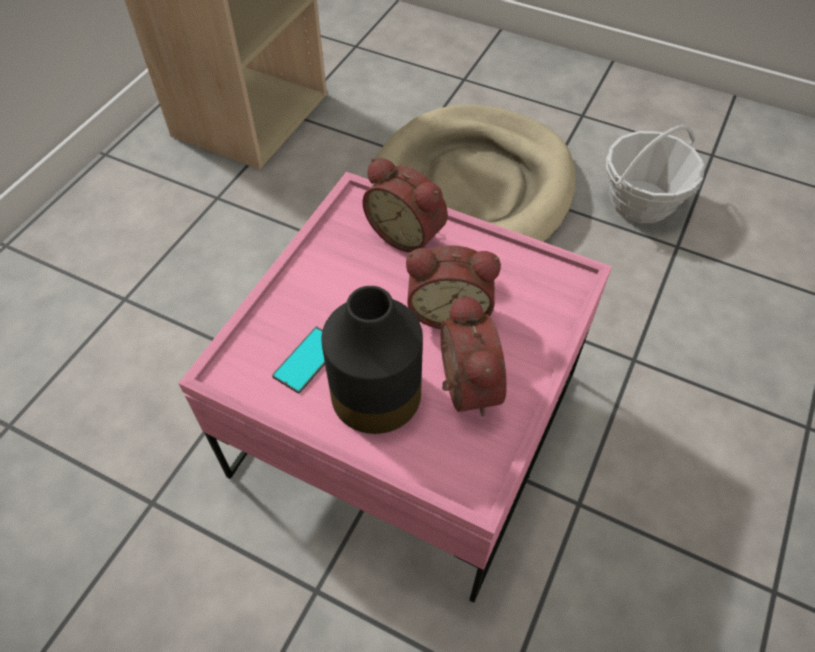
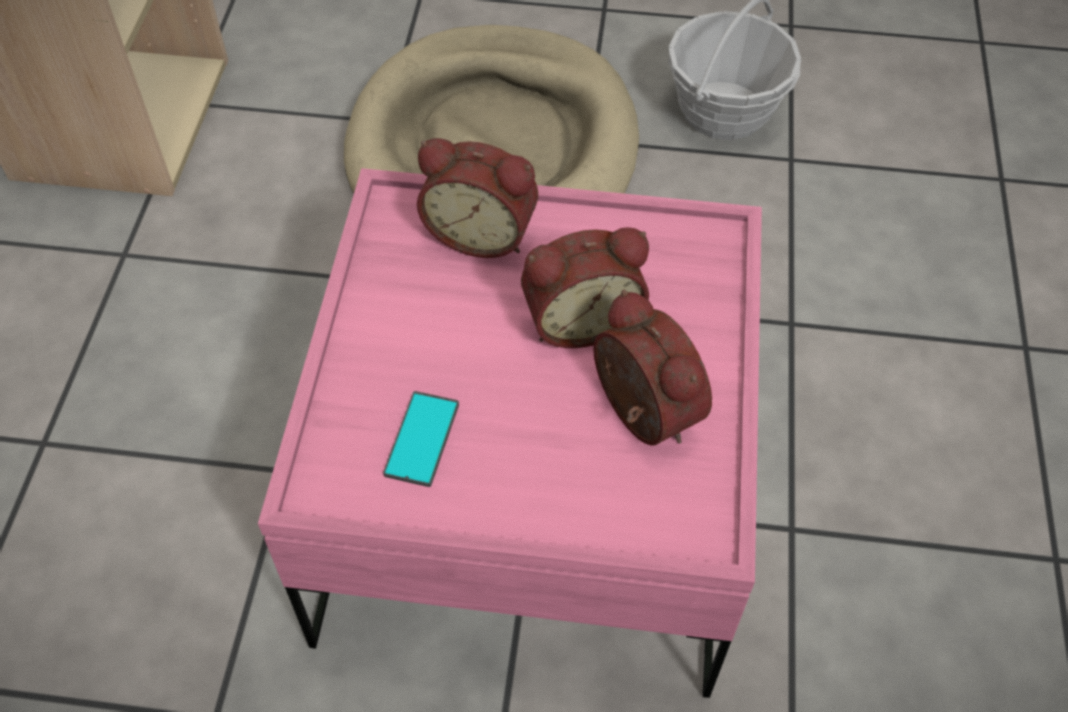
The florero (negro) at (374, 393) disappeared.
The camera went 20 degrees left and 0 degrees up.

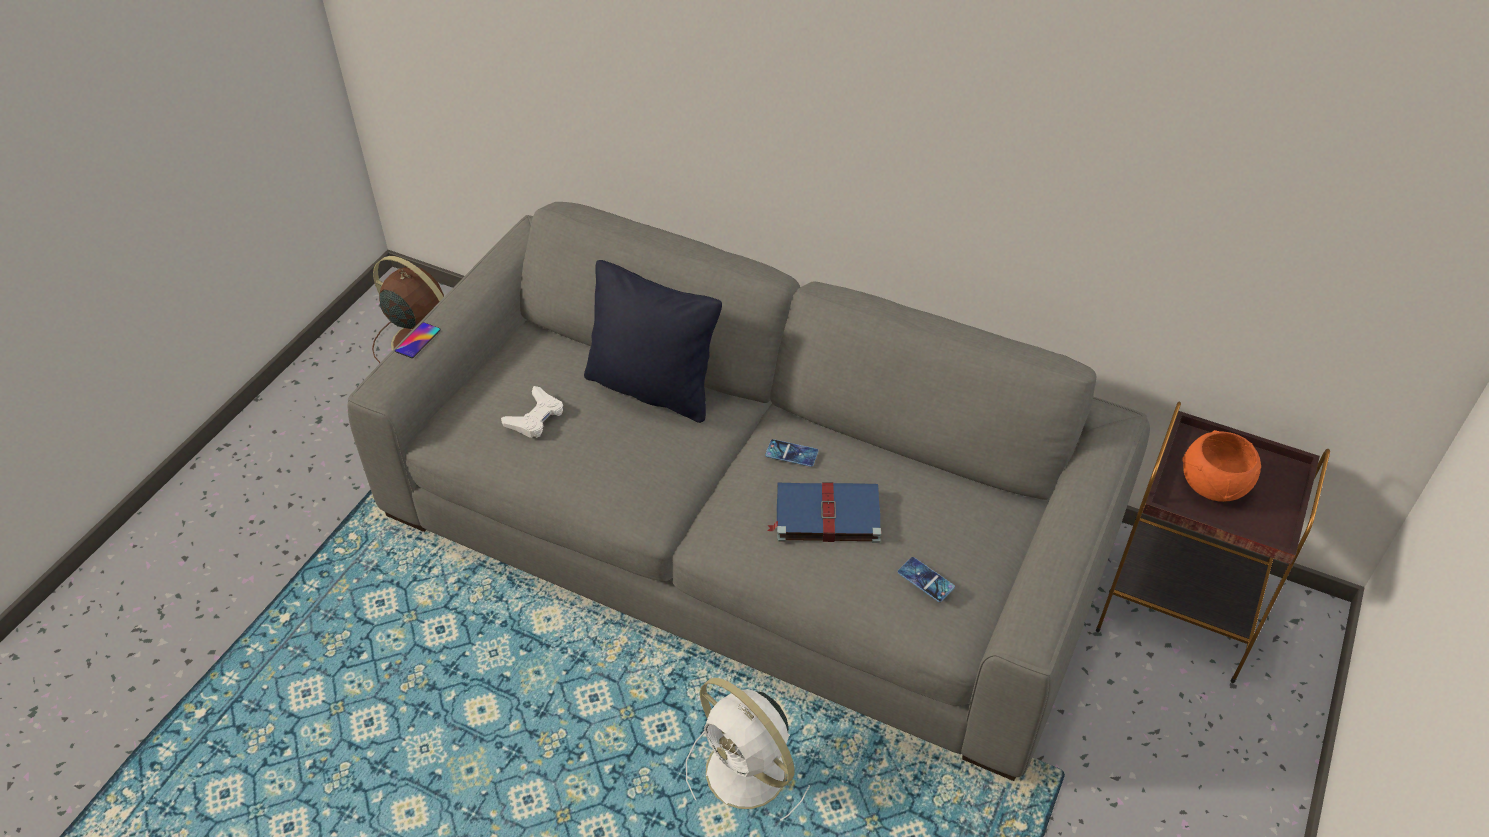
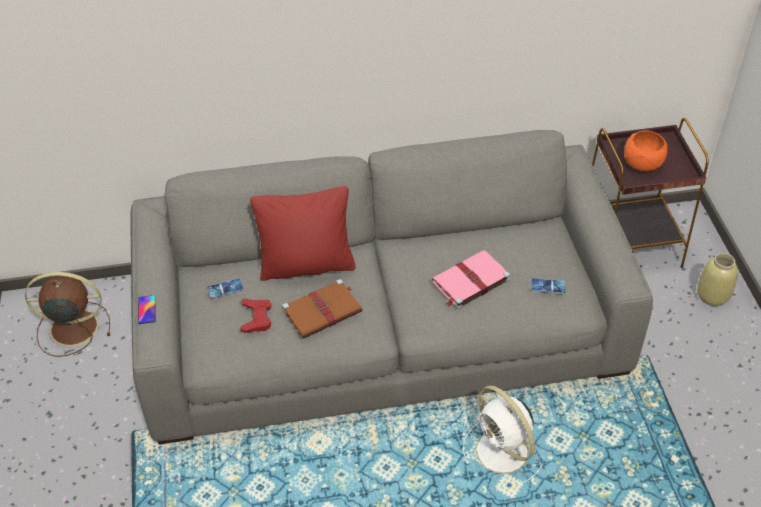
The mando de consola (blanco) at (535, 417) became the mando de consola (rojo) at (256, 318).
The cojín (negro) at (652, 388) became the cojín (rojo) at (307, 265).
The ventilador (blanco) at (749, 774) turned 45 degrees clockwise.
The móvil moved from (791, 453) to (225, 288).
The libro (azul) at (825, 515) became the libro (rosa) at (469, 281).
The libro (marrón) at (323, 310) appeared.
The florero (beis) at (711, 296) appeared.
The camera went 35 degrees left and 0 degrees up.

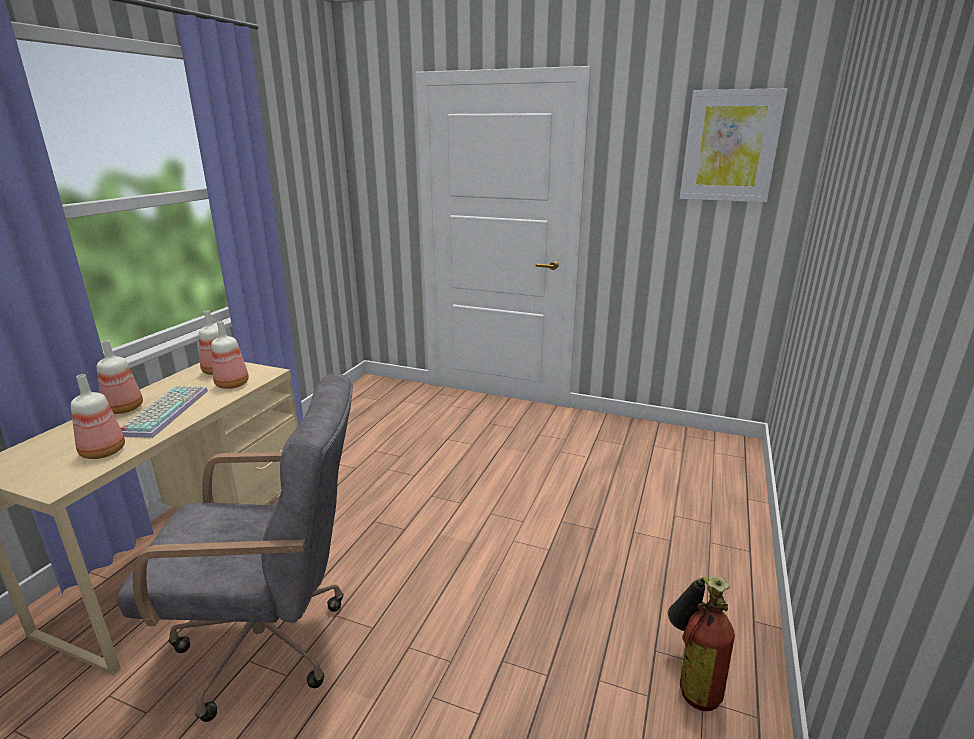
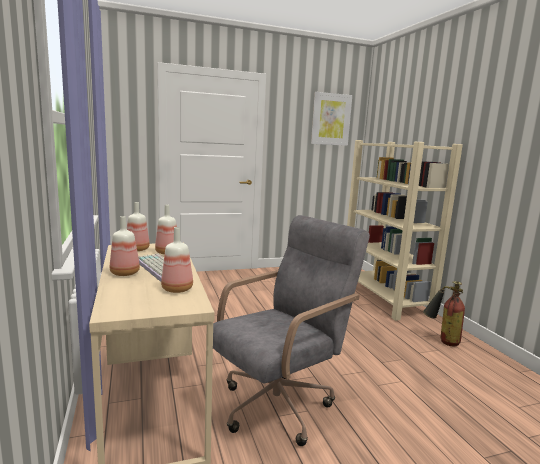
The estantería (beis) at (384, 297) appeared.
The camera went 40 degrees left and 10 degrees down.

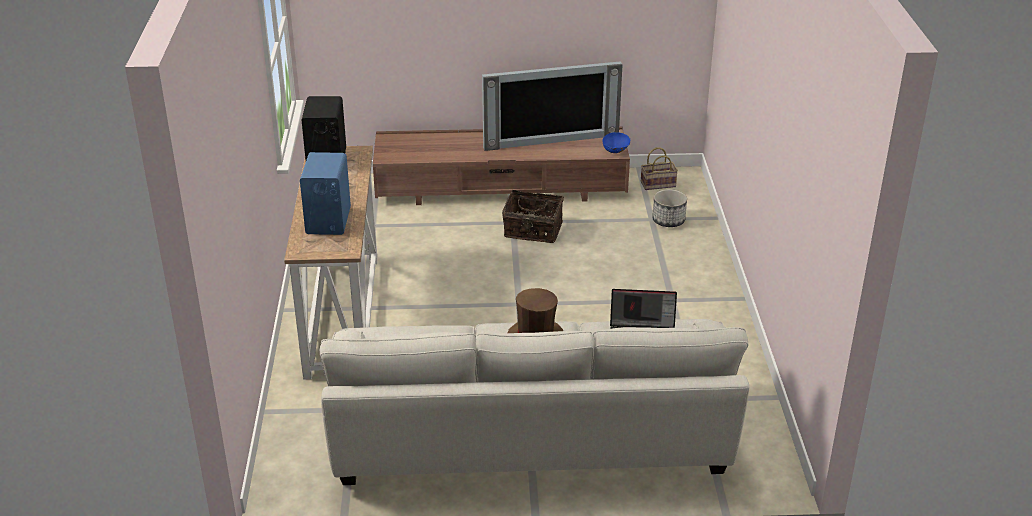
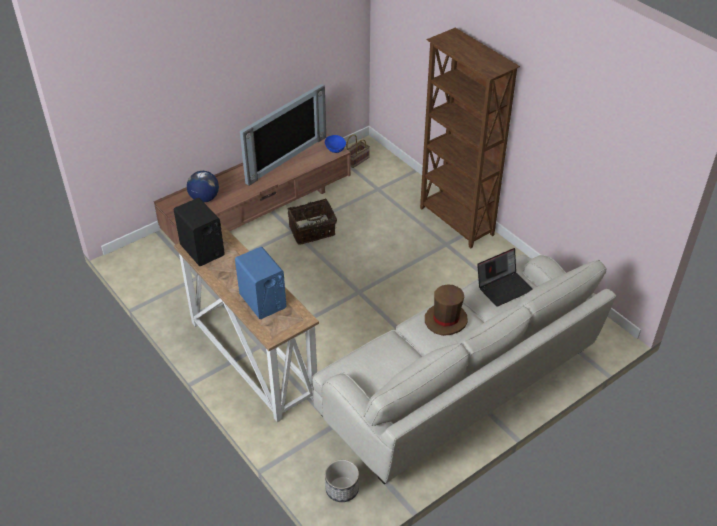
The maceta moved from (668, 221) to (342, 489).
The globo terráqueo at (204, 198) appeared.
The estantería (marrón) at (456, 222) appeared.
The camera went 35 degrees left and 10 degrees up.

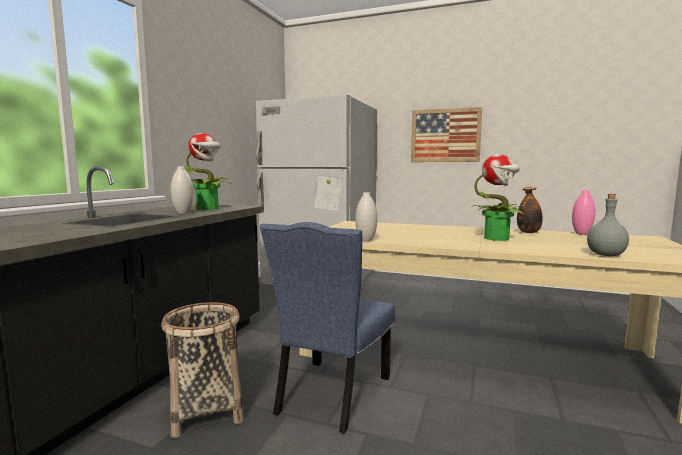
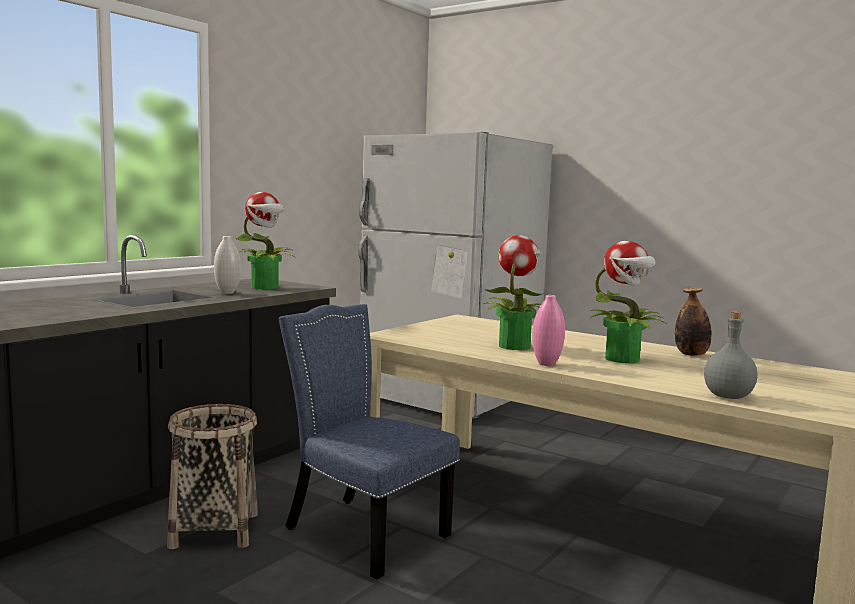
The silla (azul) at (333, 392) turned 90 degrees clockwise.
The florero (blanco) at (366, 240) disappeared.
The cuadro at (445, 135) disappeared.
The florero (rosa) moved from (581, 233) to (546, 364).
The planta en maceta at (514, 346) appeared.
The camera went 15 degrees right and 0 degrees up.

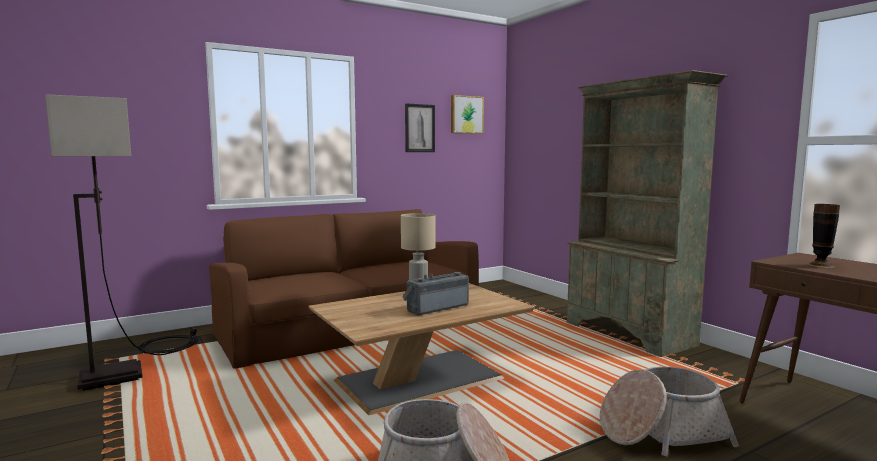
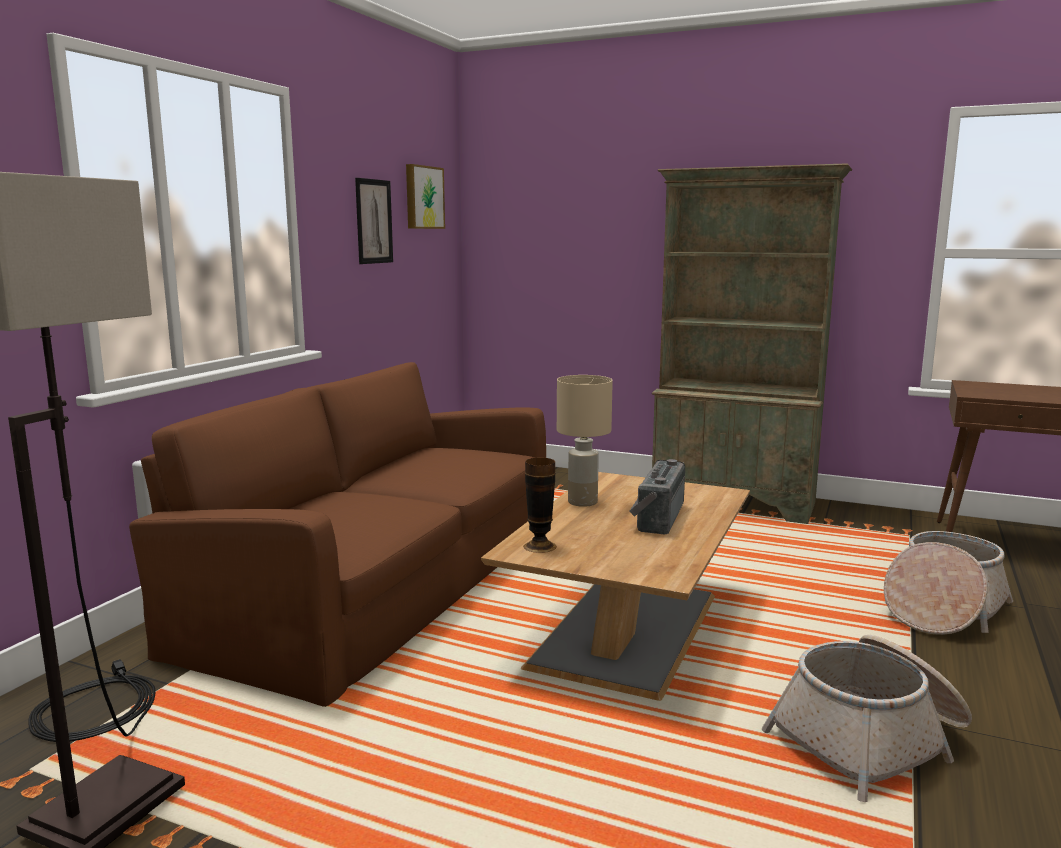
The florero moved from (820, 265) to (539, 546).
The camera went 35 degrees left and 5 degrees up.

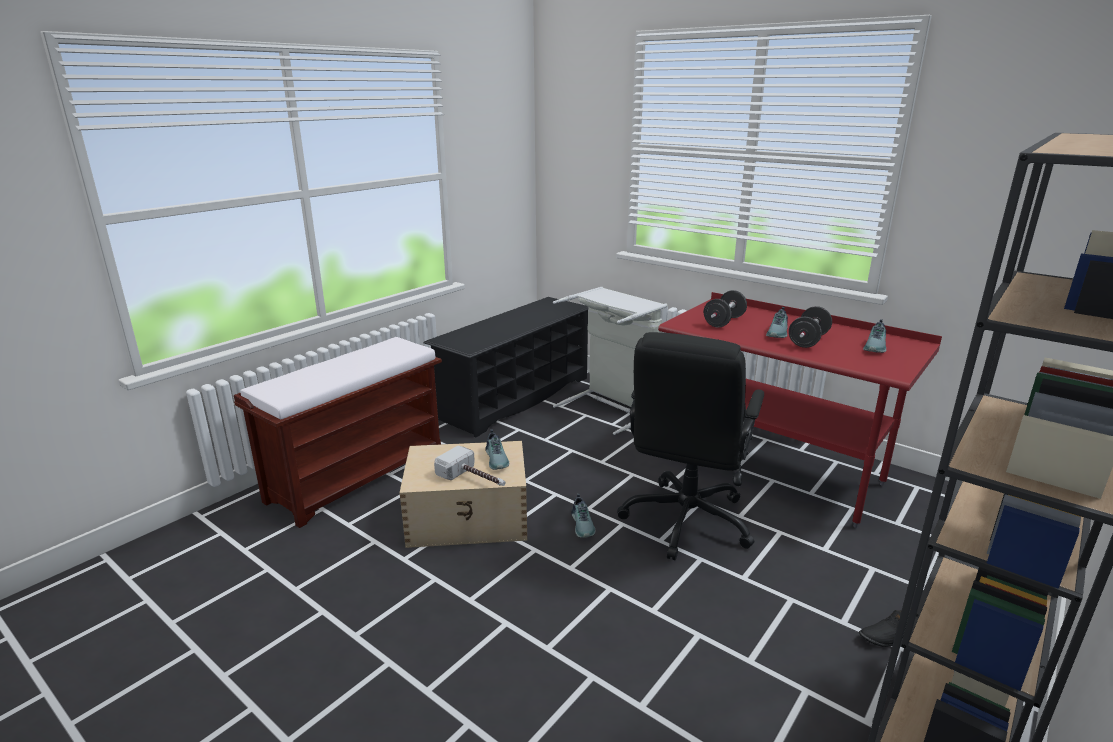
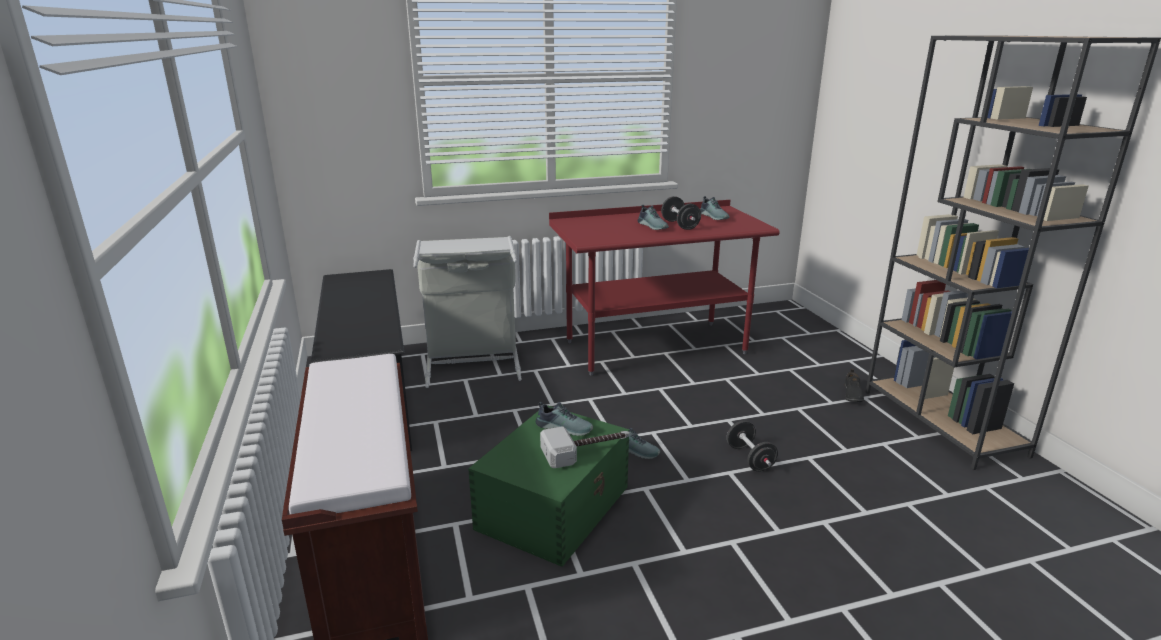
The caja de almacenaje (beis) at (469, 517) became the caja de almacenaje (verde) at (555, 506).
The silla de oficina (negro) at (685, 524) disappeared.
The mancuerna (negro) moved from (724, 322) to (750, 458).
The camera went 55 degrees left and 0 degrees up.

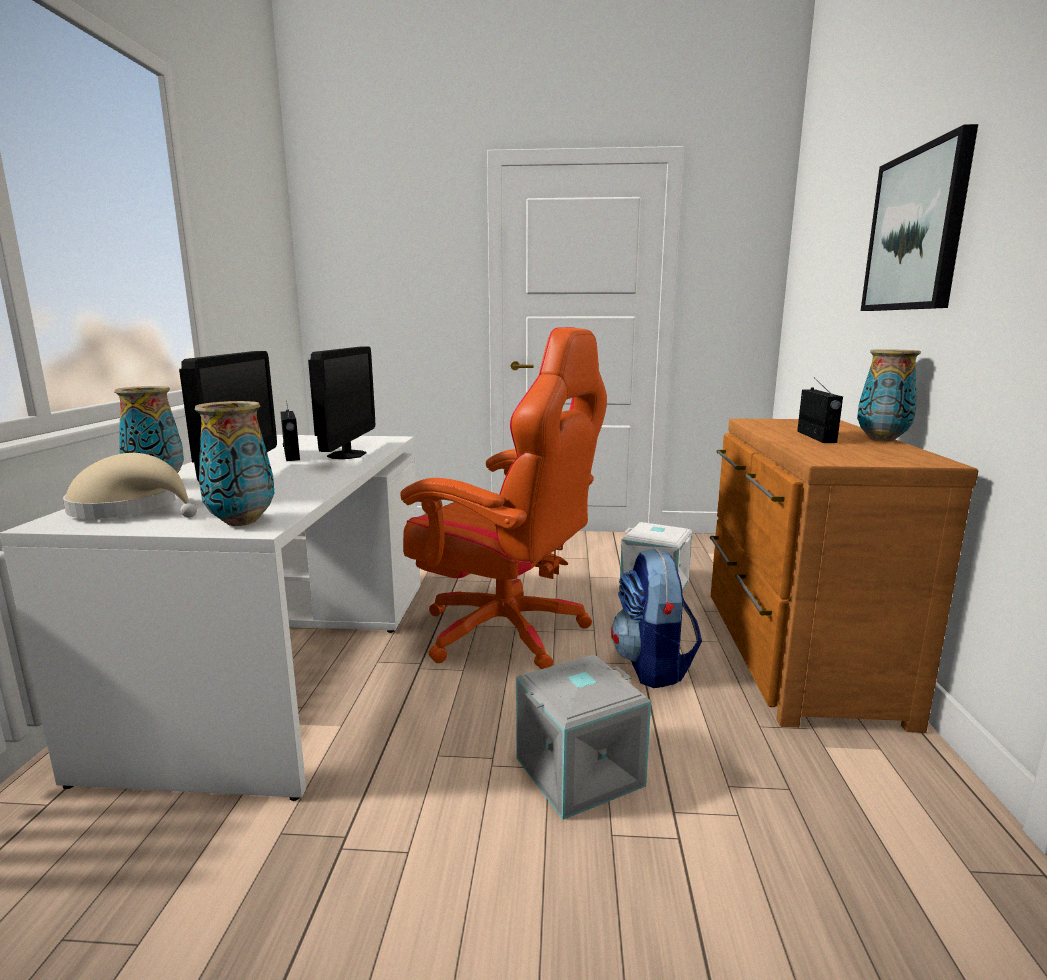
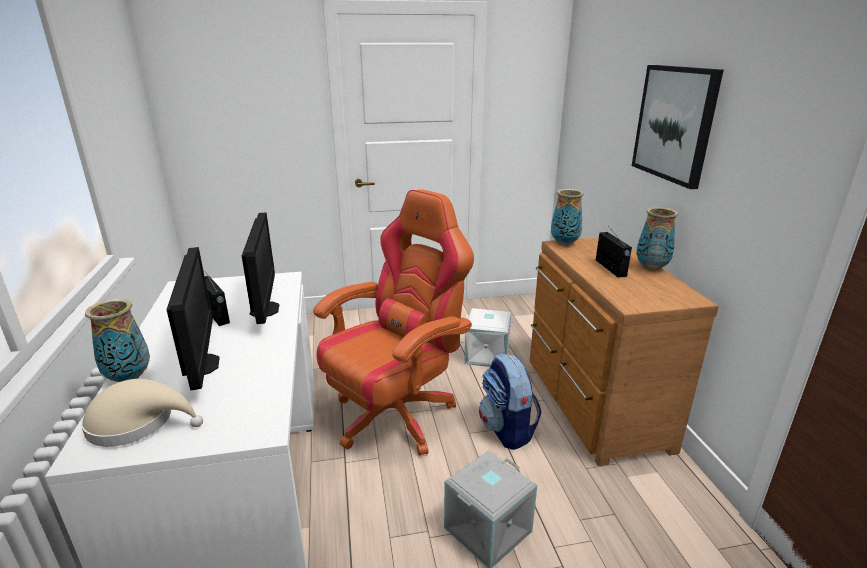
The florero moved from (242, 521) to (564, 243).
The silla de oficina (naranja) at (503, 631) turned 60 degrees counterclockwise.
The camera went 15 degrees left and 10 degrees up.

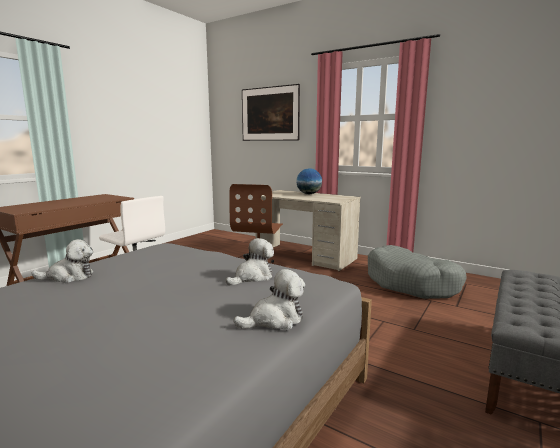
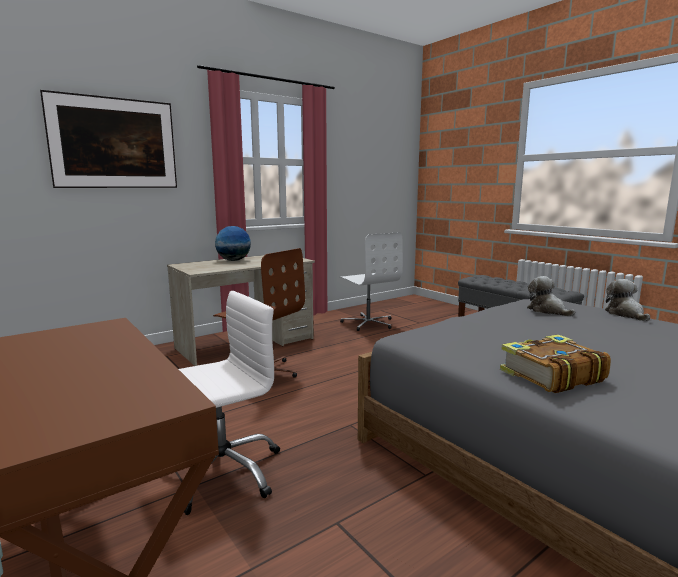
The peluche at (69, 277) was replaced by the libro at (550, 375).
The cama para perro (gris) at (412, 283) was replaced by the silla de oficina (blanco) at (368, 323).
The camera went 70 degrees left and 0 degrees up.

